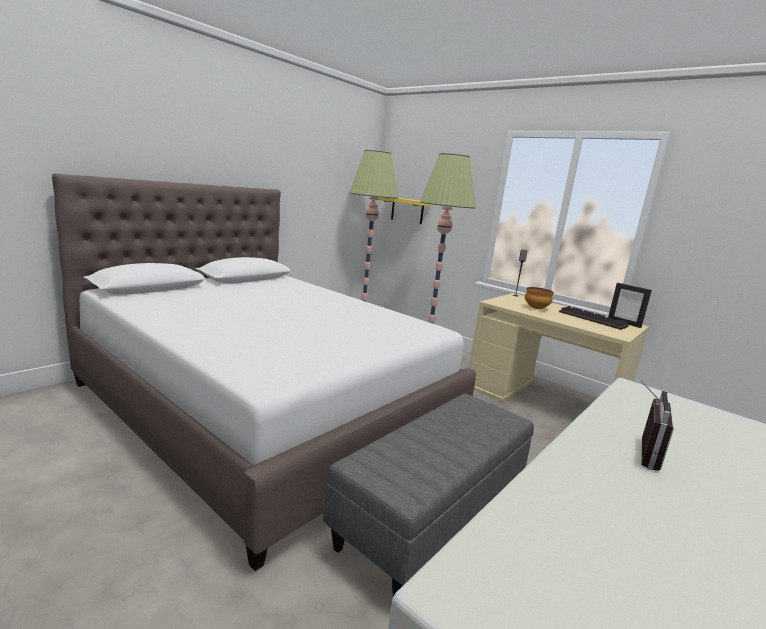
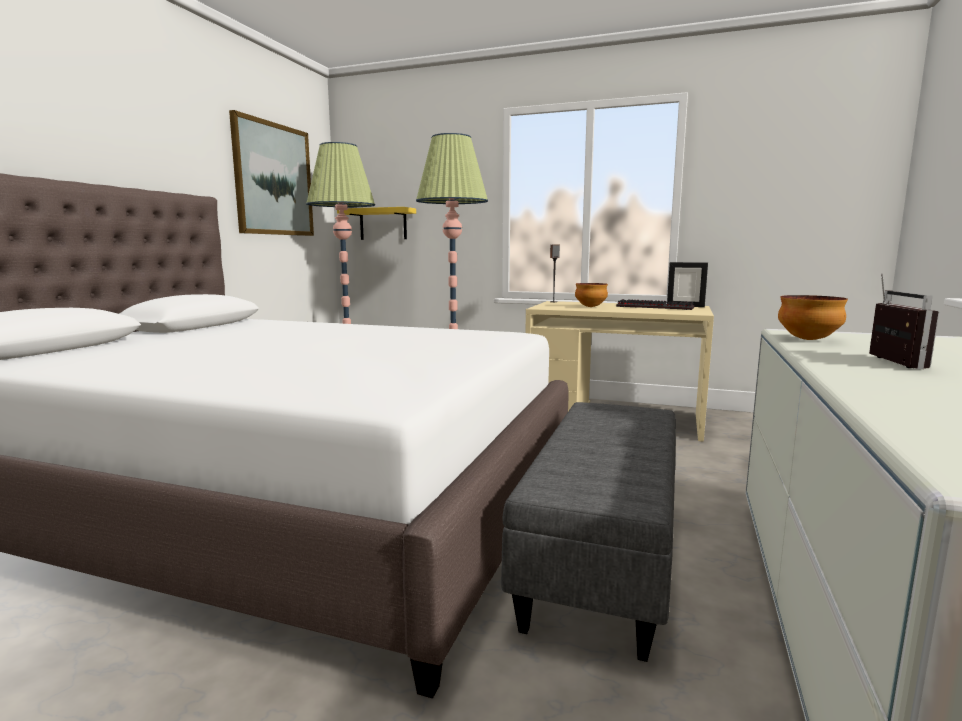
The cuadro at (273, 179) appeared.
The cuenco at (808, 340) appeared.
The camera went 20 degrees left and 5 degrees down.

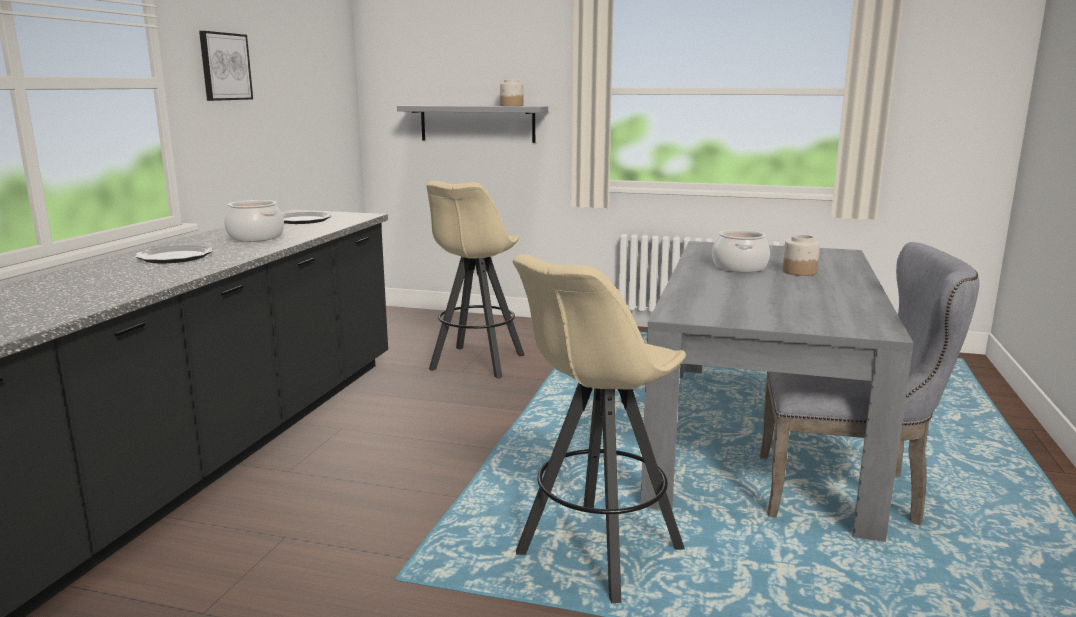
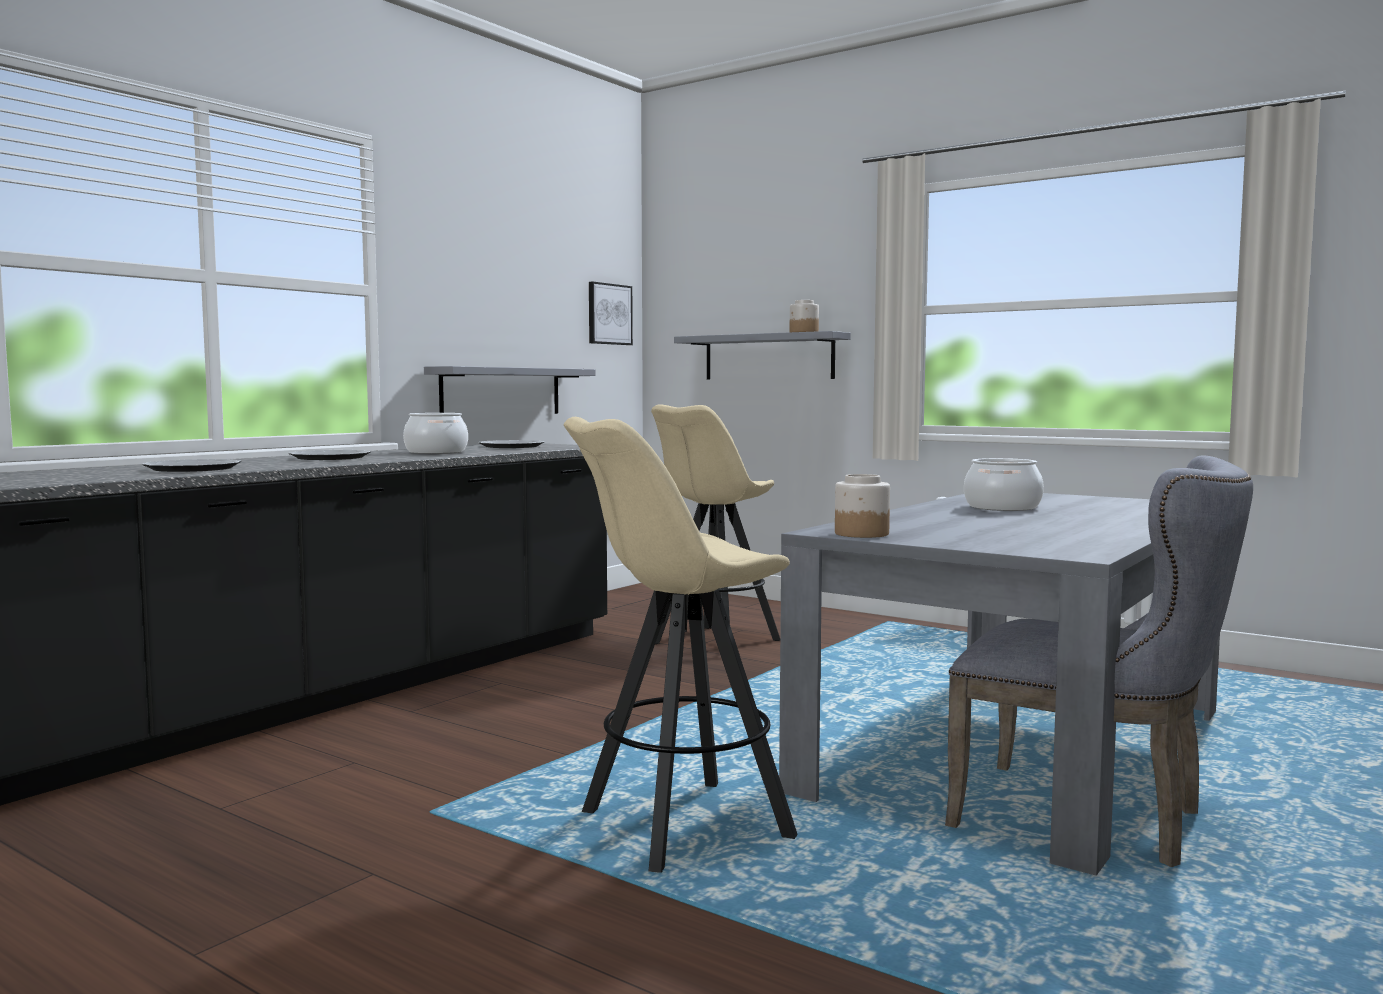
The cuadro moved from (225, 66) to (609, 314).
The tarro moved from (799, 272) to (861, 534).
The plato at (193, 469) appeared.
The estante (gris) at (501, 391) appeared.
The camera went 20 degrees right and 10 degrees down.

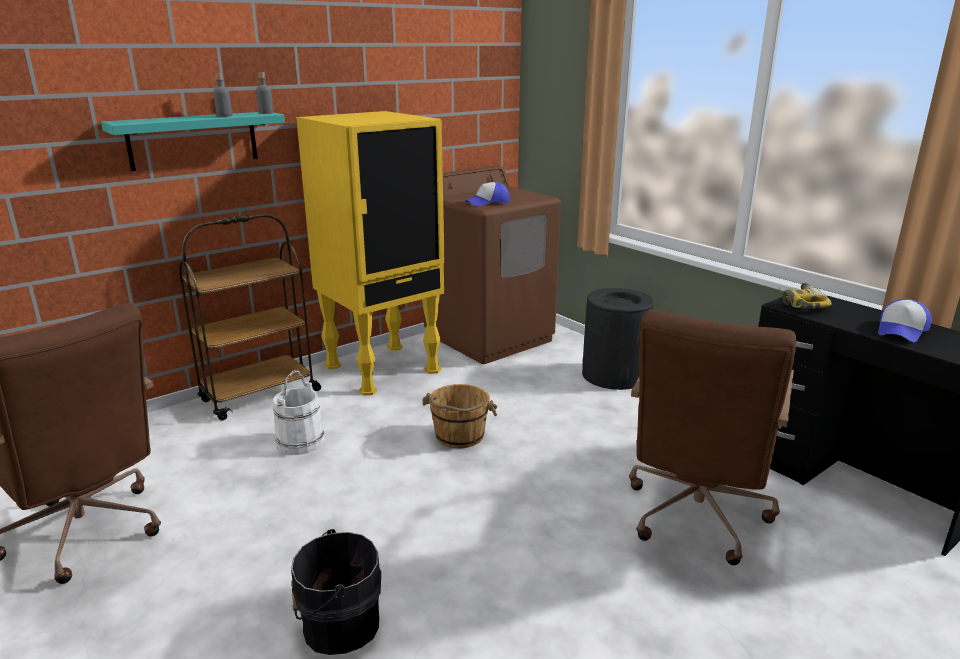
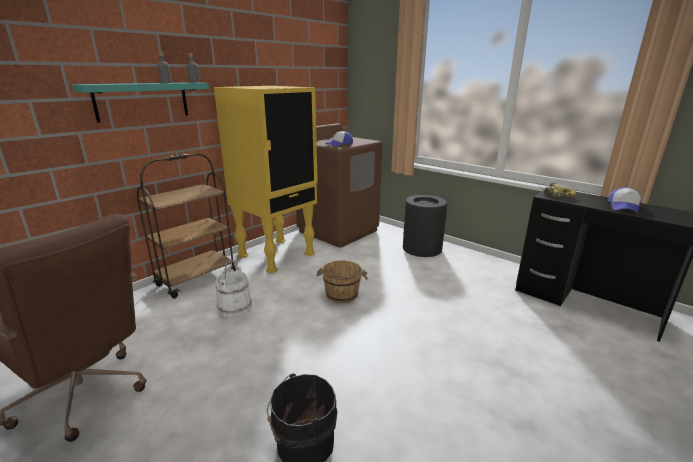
The silla de oficina (marrón) at (694, 522) disappeared.
The camera went 10 degrees left and 0 degrees up.

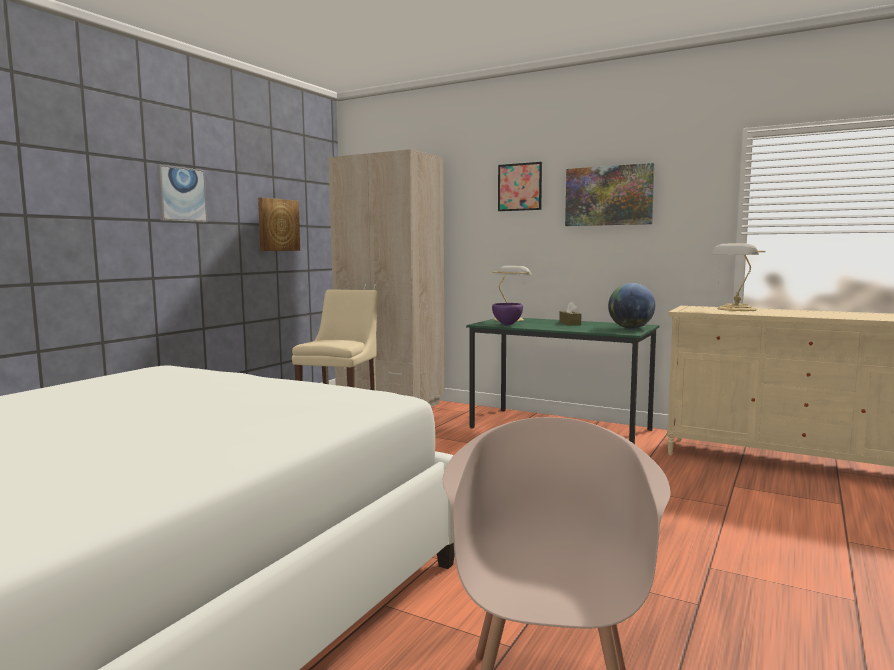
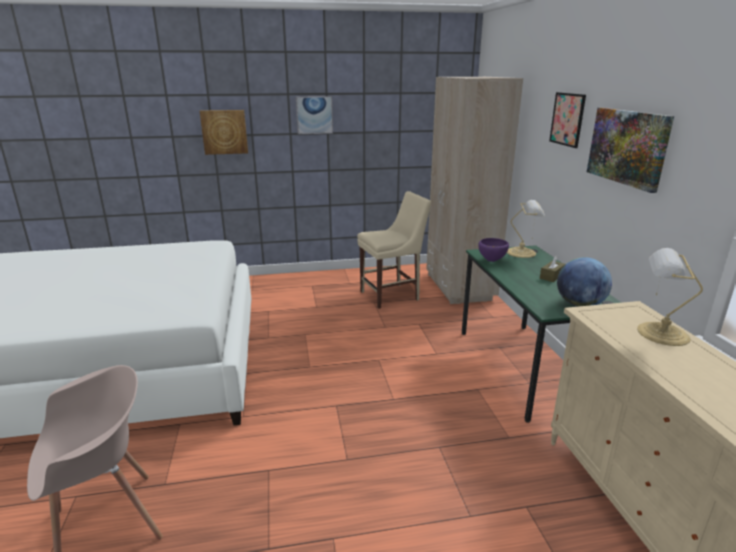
The cuadro moved from (278, 225) to (224, 132).
The camera went 50 degrees right and 15 degrees up.

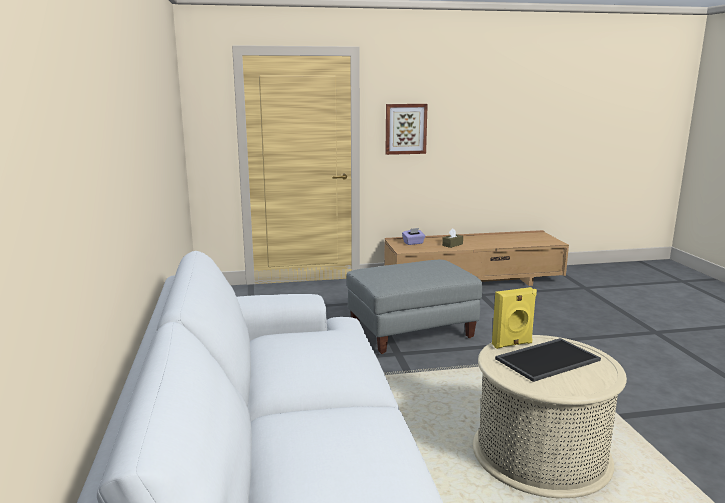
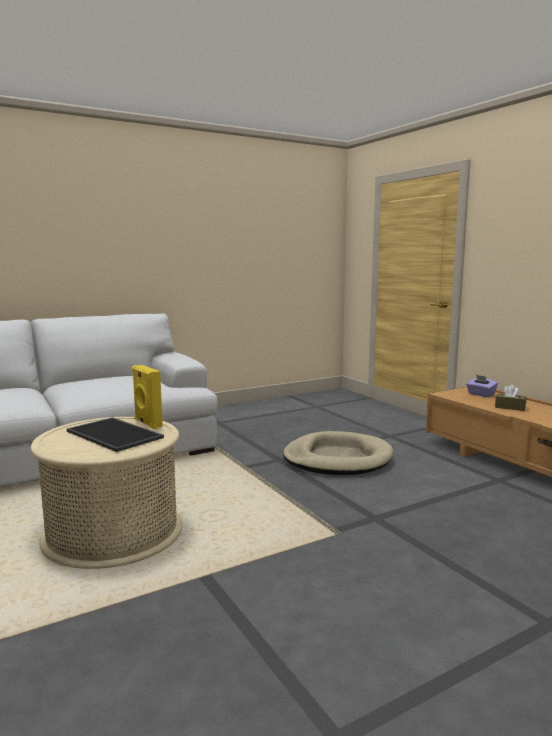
The puf (gris) at (411, 331) was replaced by the cama para perro (beis) at (337, 459).
The cuadro at (405, 129) disappeared.
The camera went 70 degrees right and 5 degrees down.

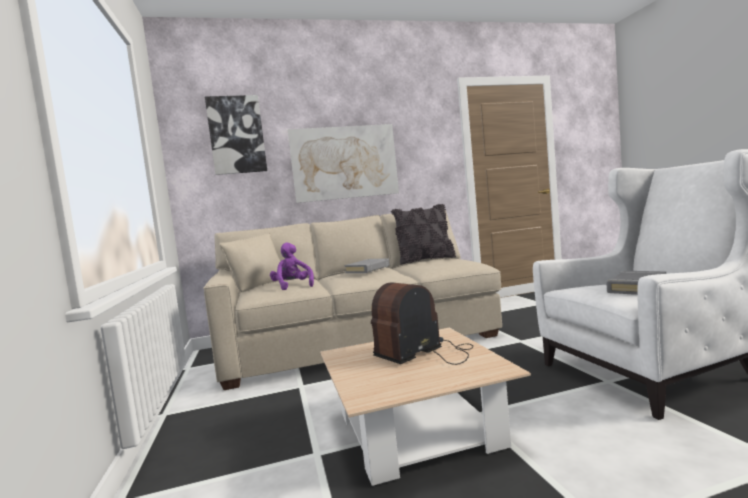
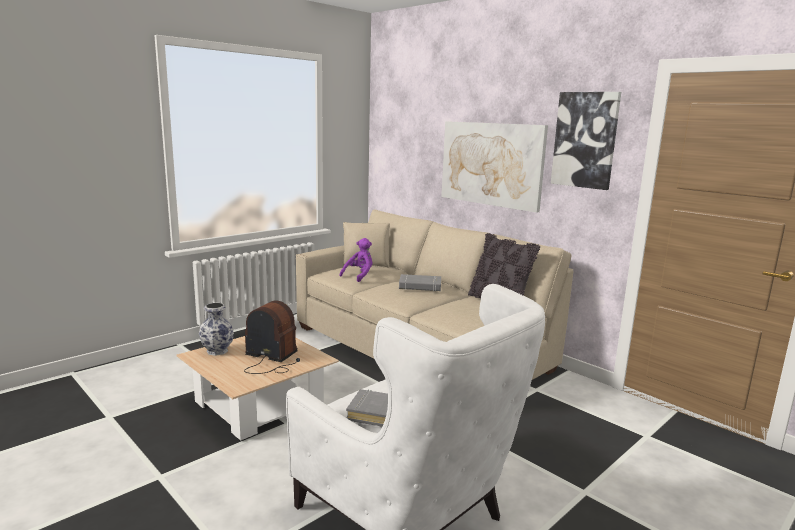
The cuadro moved from (237, 135) to (585, 140).
The florero at (217, 351) appeared.
The camera went 60 degrees right and 10 degrees up.

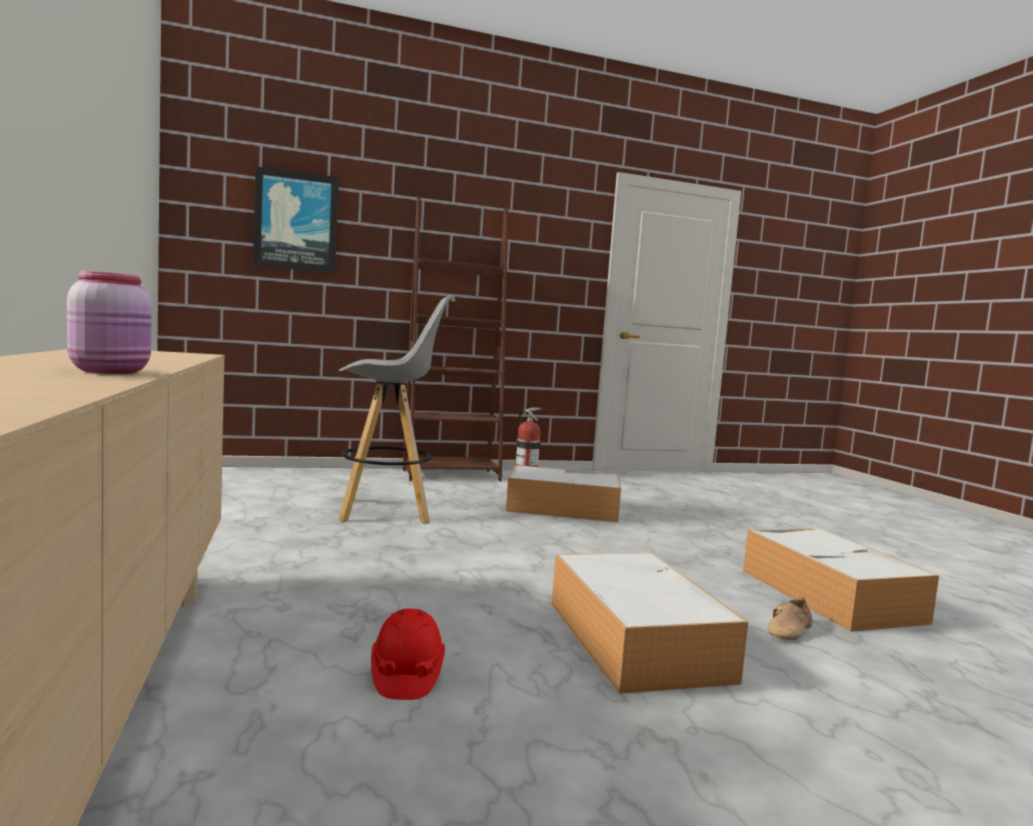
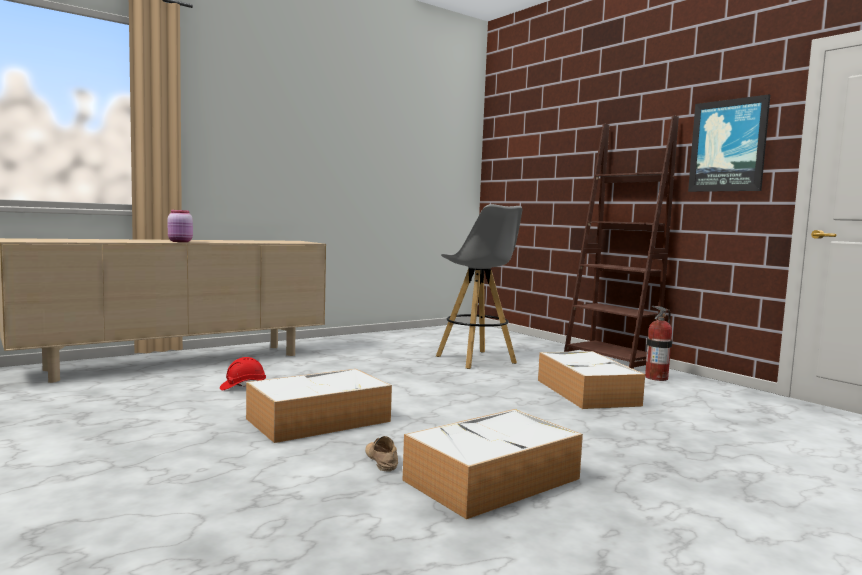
The cuadro moved from (296, 221) to (728, 146).
The zapato (beis) at (791, 630) turned 45 degrees clockwise.
The camera went 70 degrees right and 0 degrees up.

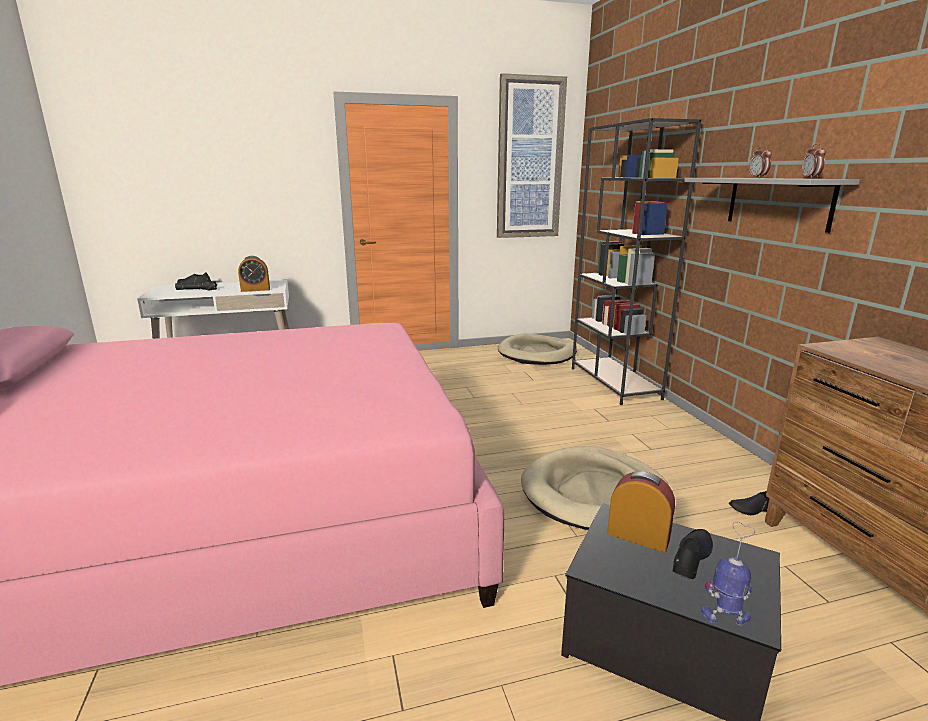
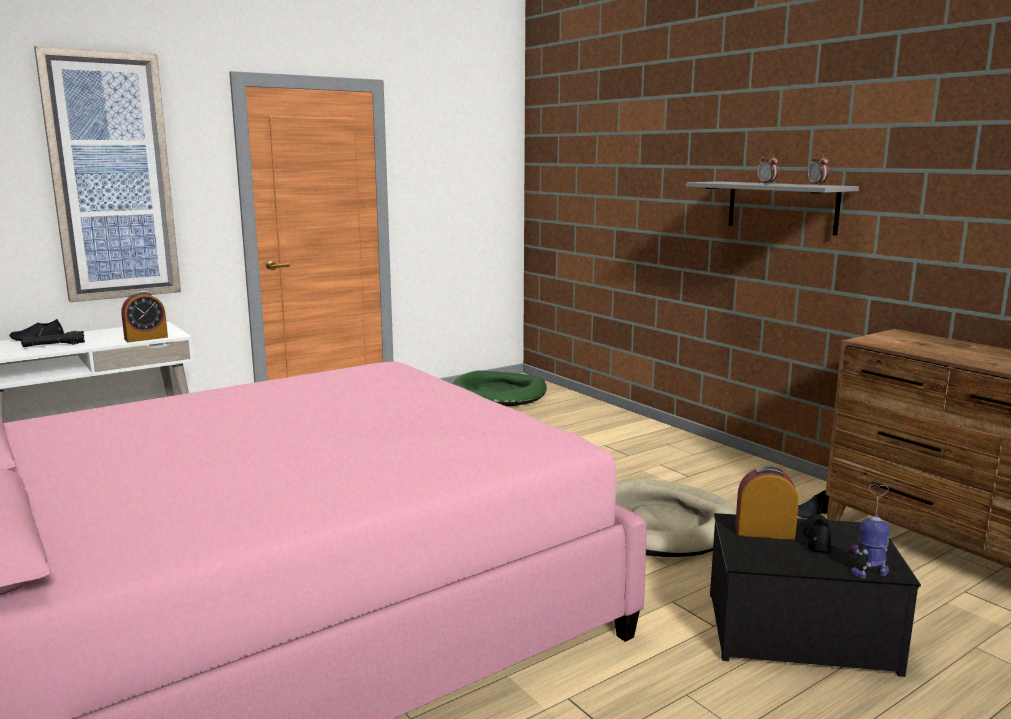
The cuadro moved from (529, 159) to (111, 177).
The cama para perro (beis) at (537, 353) became the cama para perro (verde) at (499, 394).
The estantería at (615, 383) disappeared.
The camera went 20 degrees left and 5 degrees down.

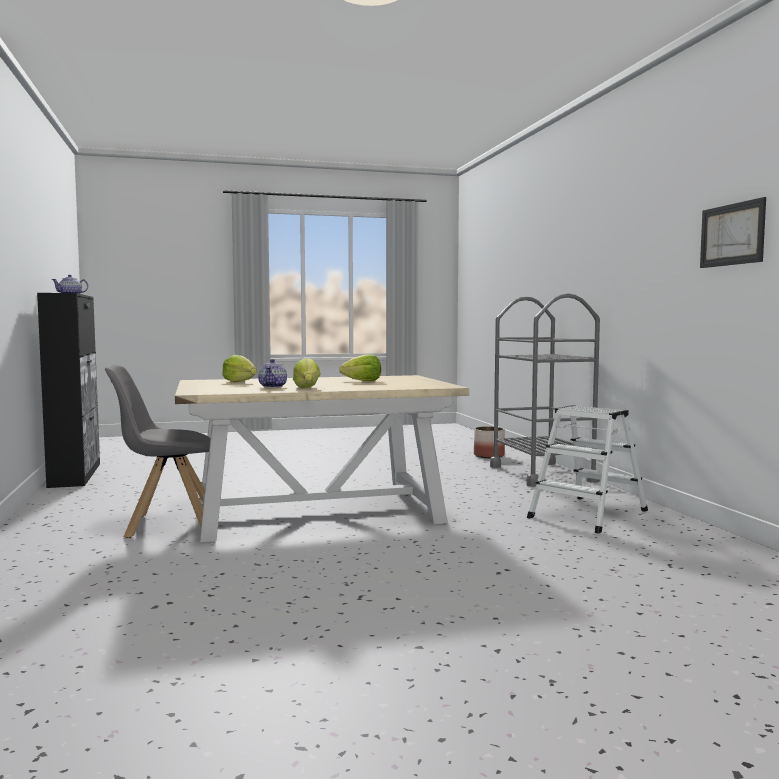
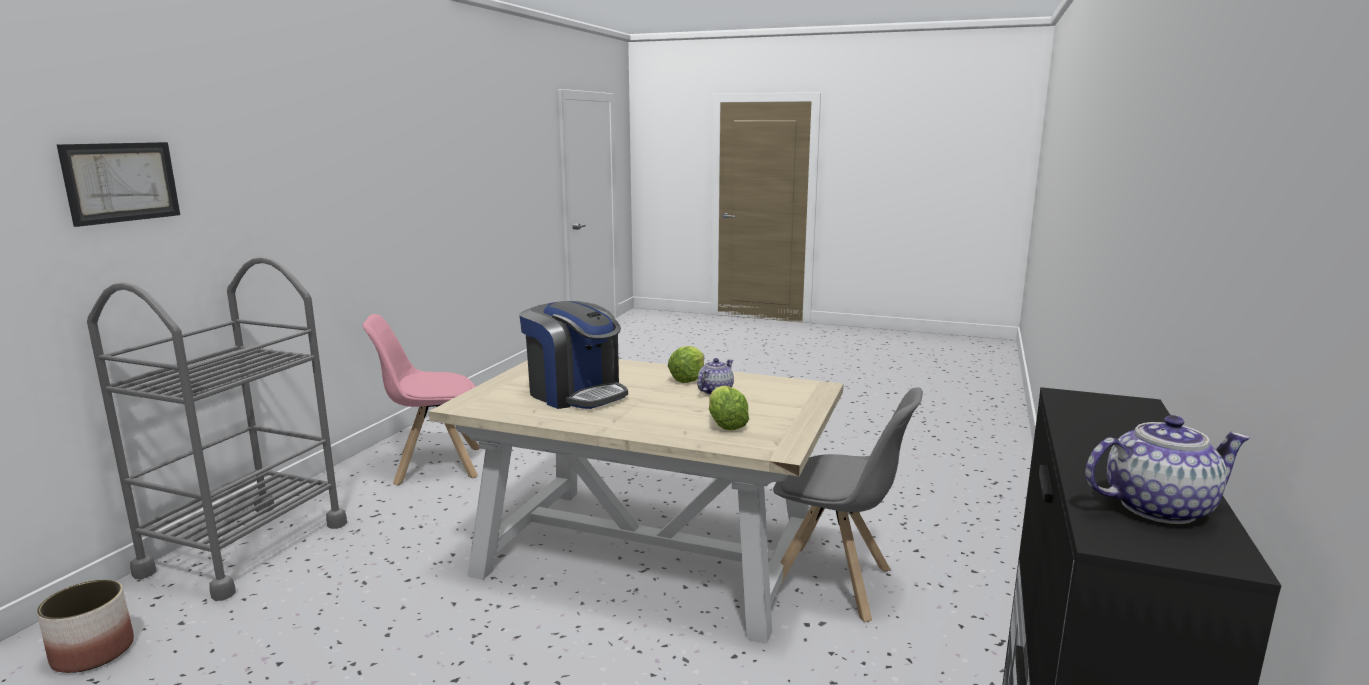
The lechuga at (363, 381) was replaced by the cafetera at (576, 393).
The escalera de tijera (blanco) at (588, 514) was replaced by the silla (rosa) at (433, 466).
The cuadro moved from (732, 234) to (121, 182).
The camera went 145 degrees left and 10 degrees up.

